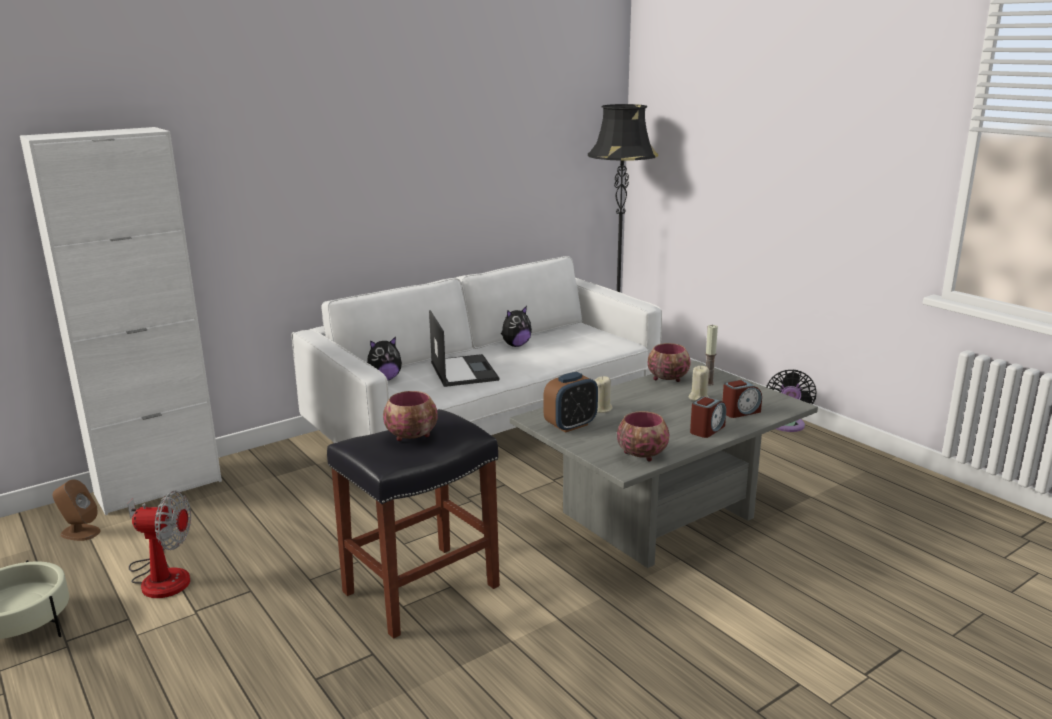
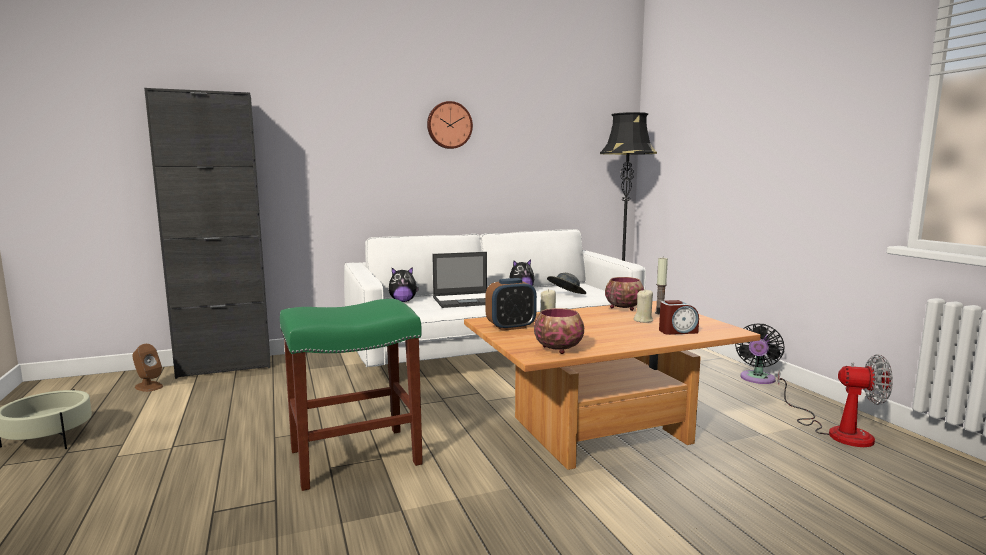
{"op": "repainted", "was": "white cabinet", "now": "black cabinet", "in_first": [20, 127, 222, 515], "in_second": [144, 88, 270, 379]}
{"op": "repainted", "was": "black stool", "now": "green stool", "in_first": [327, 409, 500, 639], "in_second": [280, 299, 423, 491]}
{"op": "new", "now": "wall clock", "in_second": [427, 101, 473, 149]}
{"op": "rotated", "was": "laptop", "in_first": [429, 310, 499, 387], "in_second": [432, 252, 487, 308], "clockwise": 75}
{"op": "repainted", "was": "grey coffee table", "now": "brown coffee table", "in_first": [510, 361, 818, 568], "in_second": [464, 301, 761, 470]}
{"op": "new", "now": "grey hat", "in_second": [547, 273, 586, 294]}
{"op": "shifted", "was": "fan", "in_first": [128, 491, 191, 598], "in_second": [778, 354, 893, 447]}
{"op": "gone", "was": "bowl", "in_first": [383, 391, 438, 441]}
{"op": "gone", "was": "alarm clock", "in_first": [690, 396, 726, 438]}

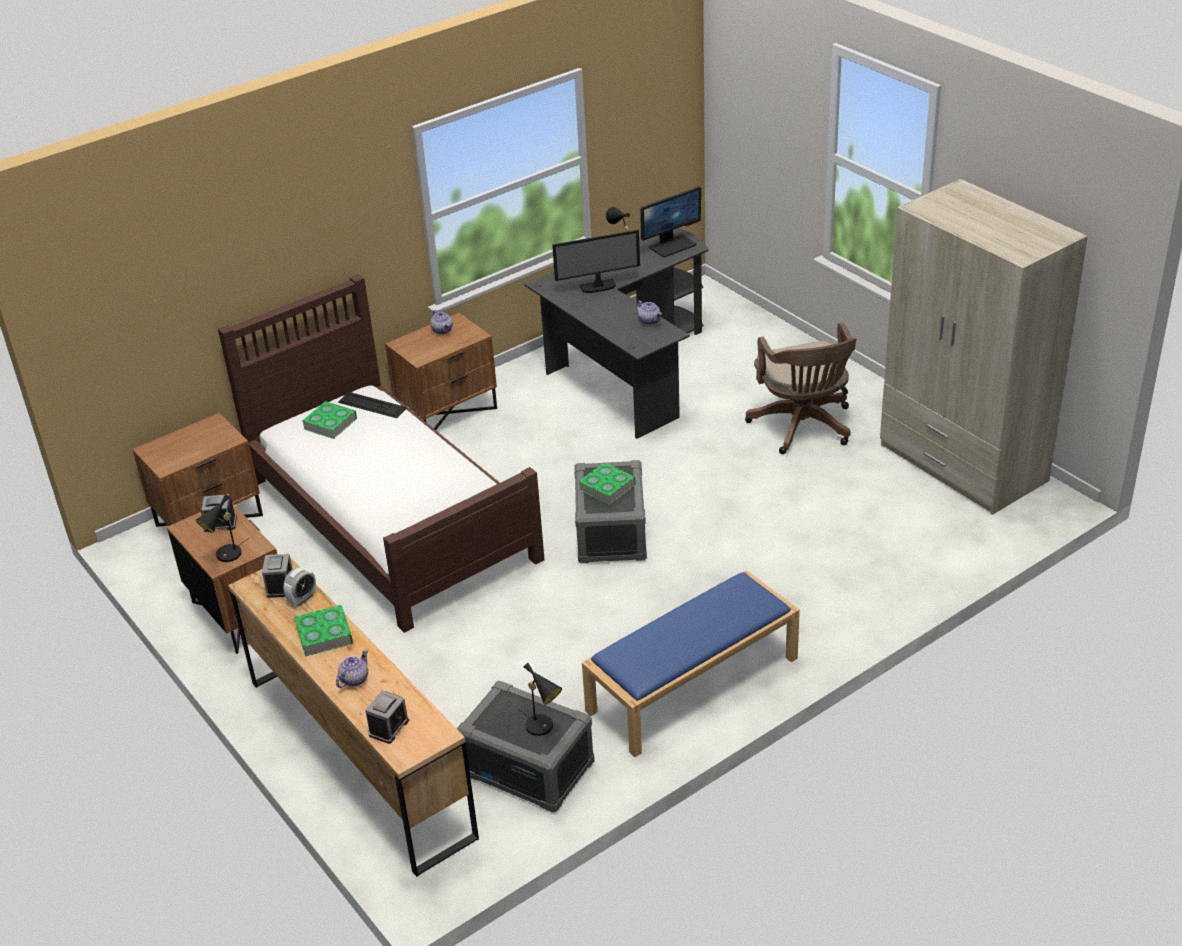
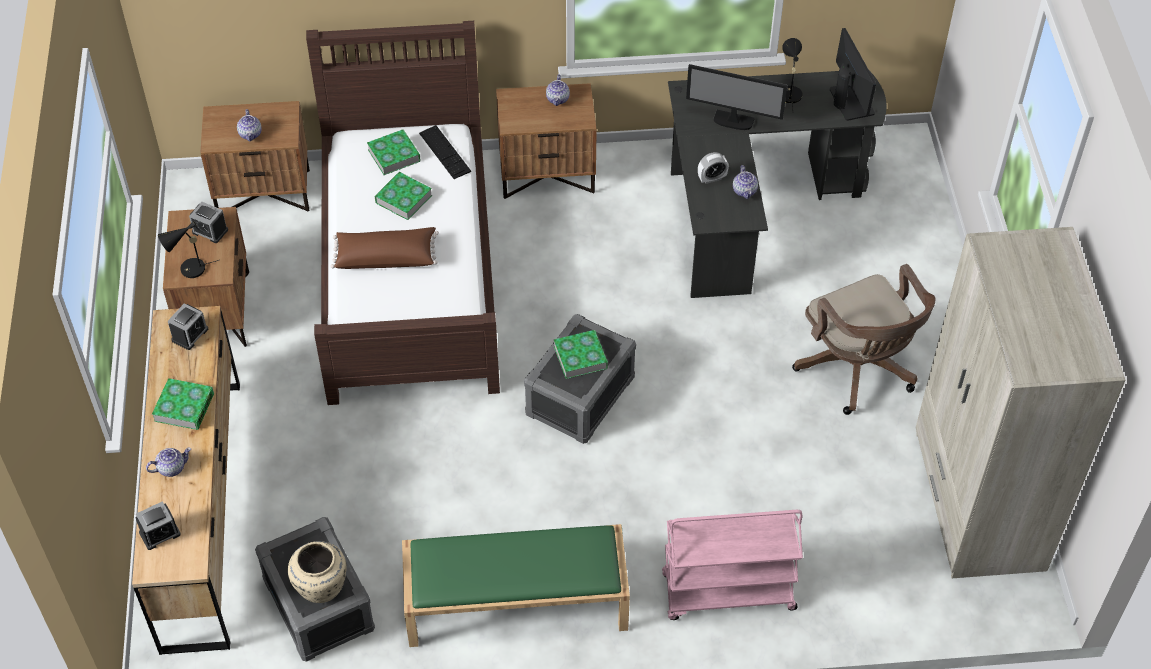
{"op": "new", "now": "teapot", "in_second": [237, 109, 262, 141]}
{"op": "swapped", "was": "black table lamp", "now": "beige vase", "in_first": [519, 663, 562, 736], "in_second": [288, 541, 347, 603]}
{"op": "new", "now": "brown pillow", "in_second": [330, 227, 439, 269]}
{"op": "new", "now": "book", "in_second": [375, 172, 432, 220]}
{"op": "repainted", "was": "blue bench", "now": "green bench", "in_first": [582, 570, 800, 757], "in_second": [402, 524, 630, 647]}
{"op": "new", "now": "pink cart", "in_second": [662, 510, 803, 620]}
{"op": "shifted", "was": "alarm clock", "in_first": [283, 567, 316, 606], "in_second": [698, 152, 729, 184]}
{"op": "rotated", "was": "brown office chair", "in_first": [745, 322, 856, 454], "in_second": [792, 264, 935, 415], "clockwise": -45}
{"op": "rotated", "was": "monitor", "in_first": [640, 186, 701, 257], "in_second": [830, 28, 876, 121], "clockwise": -105}

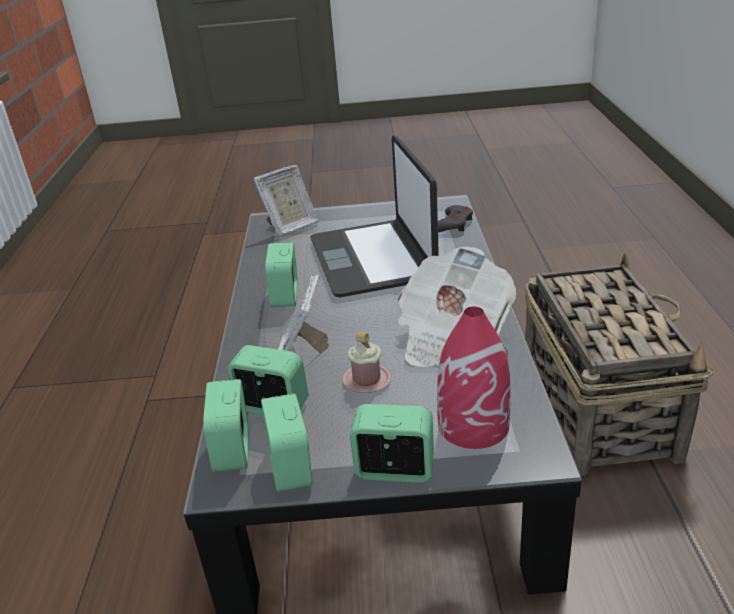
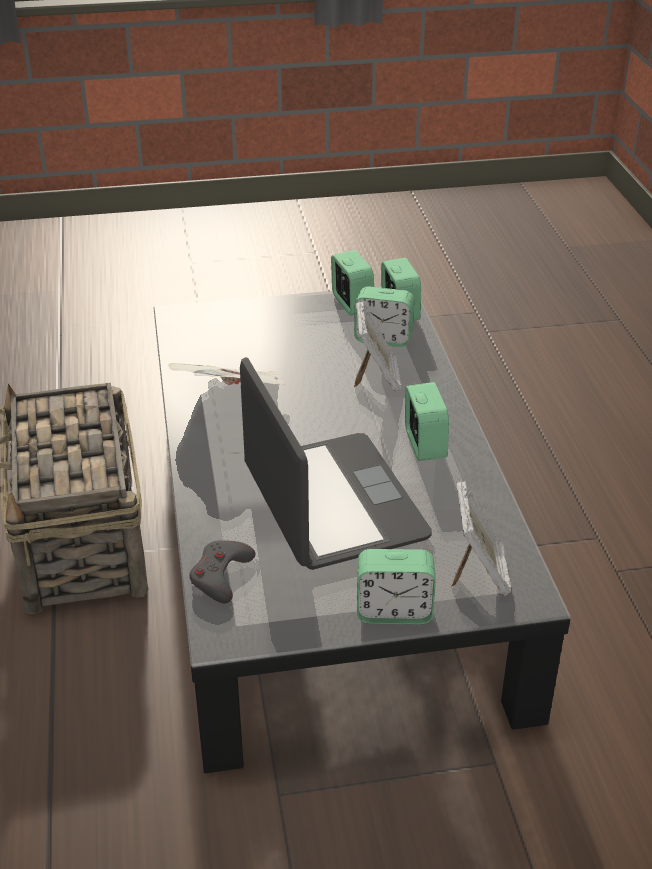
{"op": "shifted", "was": "alarm clock", "in_first": [350, 404, 434, 483], "in_second": [357, 549, 436, 624]}
{"op": "rotated", "was": "picture frame", "in_first": [253, 165, 318, 237], "in_second": [451, 481, 511, 596], "clockwise": 135}
{"op": "gone", "was": "pink mug", "in_first": [342, 332, 391, 393]}
{"op": "gone", "was": "red vase", "in_first": [437, 307, 511, 449]}

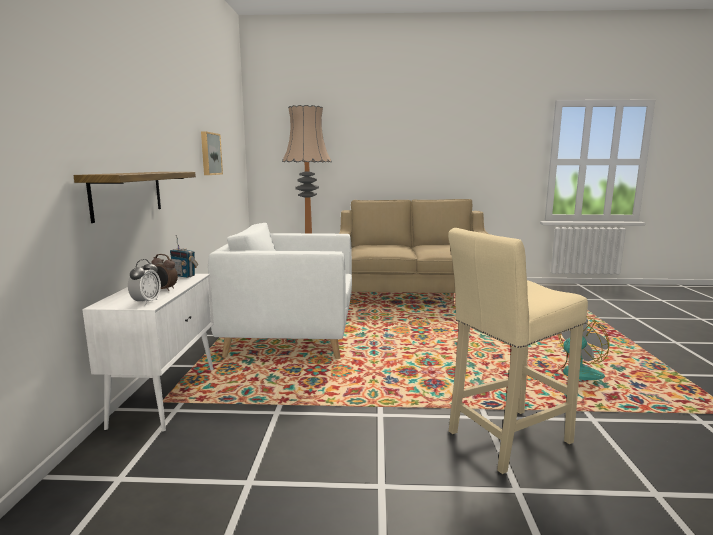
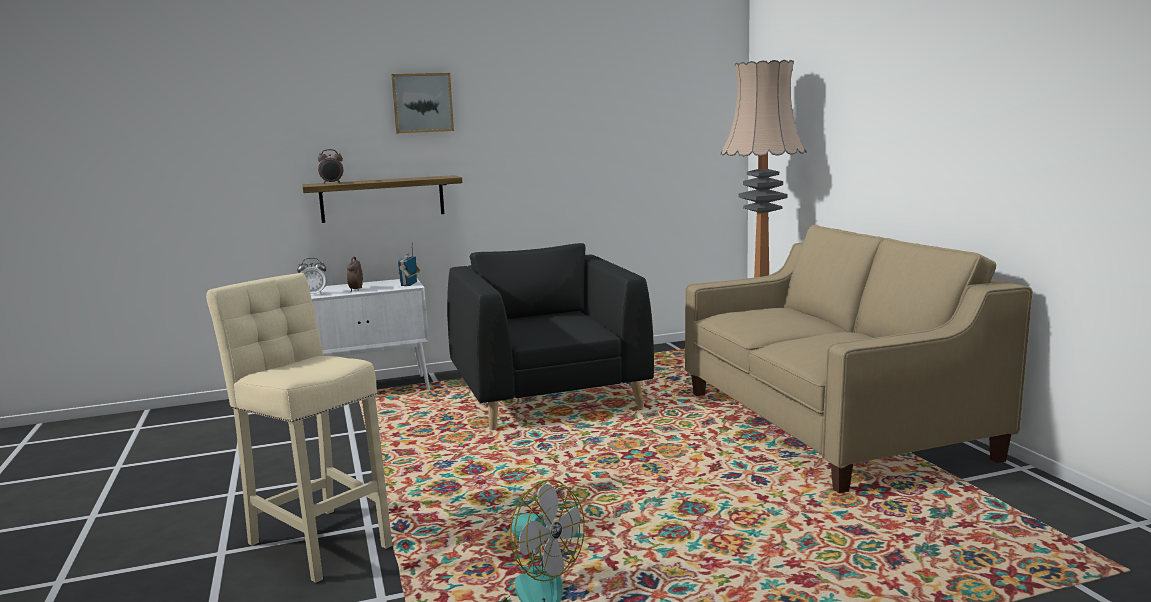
{"op": "new", "now": "alarm clock", "in_second": [318, 149, 344, 184]}
{"op": "shifted", "was": "picture", "in_first": [201, 131, 223, 175], "in_second": [391, 73, 454, 133]}
{"op": "repainted", "was": "white armchair", "now": "black armchair", "in_first": [208, 223, 352, 359], "in_second": [447, 243, 654, 430]}

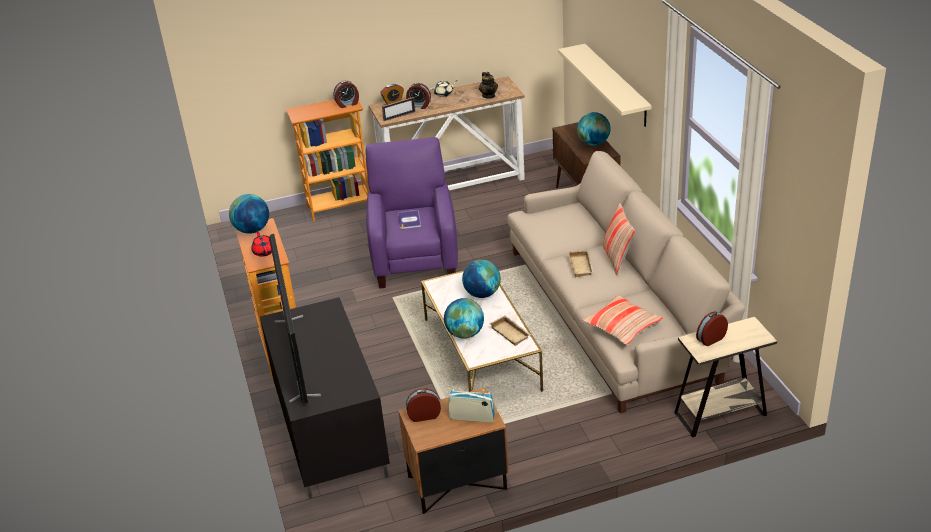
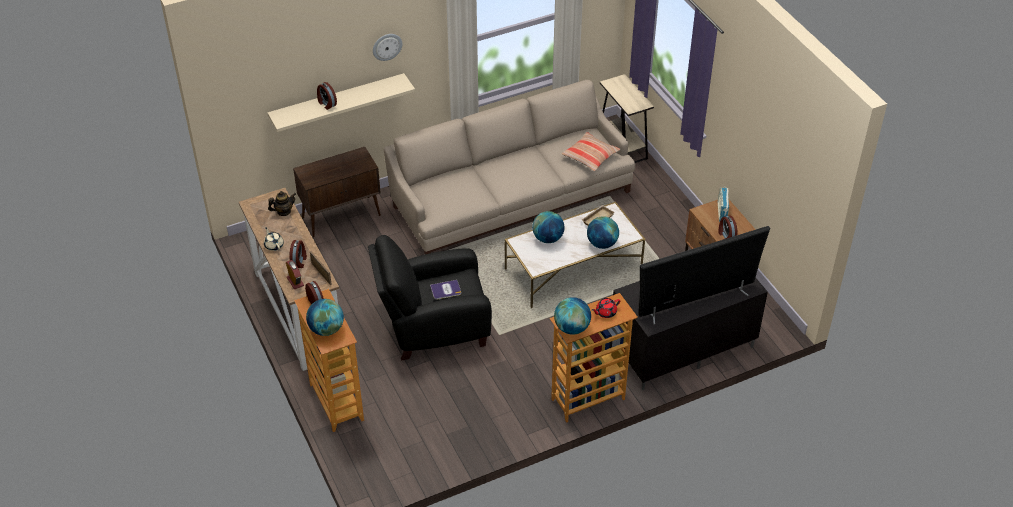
{"op": "shifted", "was": "globe", "in_first": [577, 112, 611, 146], "in_second": [306, 299, 344, 336]}
{"op": "shifted", "was": "alarm clock", "in_first": [696, 311, 728, 346], "in_second": [317, 82, 337, 110]}
{"op": "repainted", "was": "purple armchair", "now": "black armchair", "in_first": [366, 137, 458, 288], "in_second": [368, 235, 492, 361]}
{"op": "new", "now": "wall clock", "in_second": [373, 34, 402, 61]}
{"op": "gone", "was": "beige tray", "in_first": [568, 250, 594, 277]}
{"op": "gone", "was": "pillow", "in_first": [602, 202, 635, 275]}

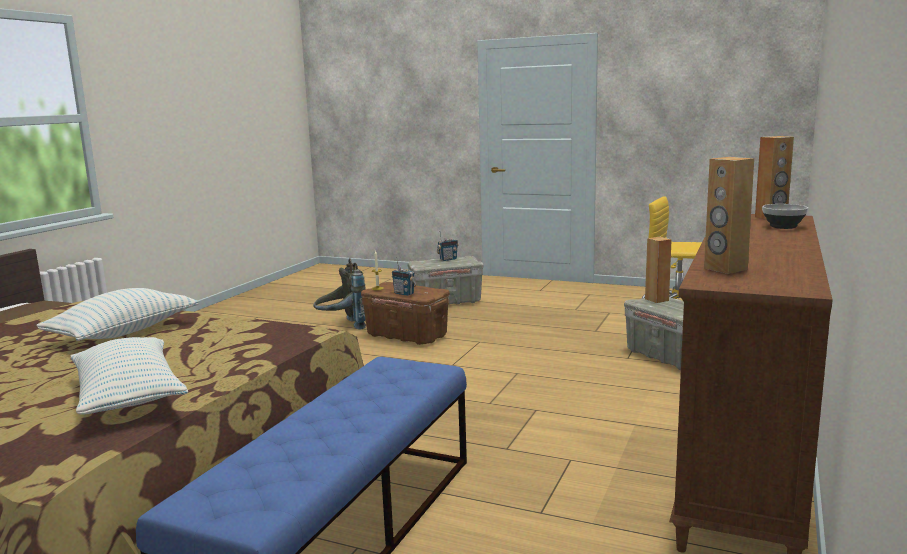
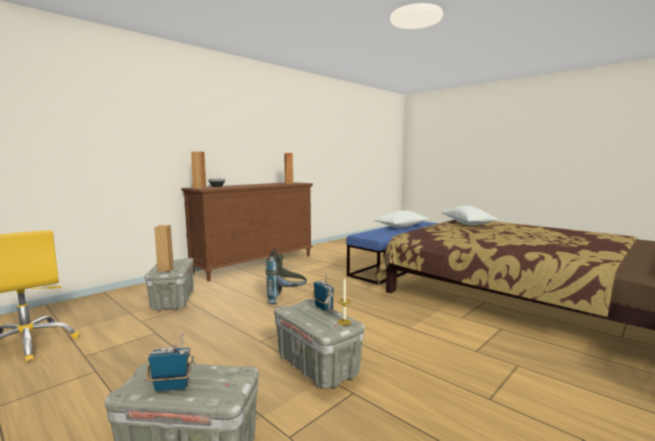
{"op": "shifted", "was": "grey backpack", "in_first": [313, 258, 366, 330], "in_second": [266, 247, 307, 304]}
{"op": "repainted", "was": "brown storage box", "now": "grey storage box", "in_first": [361, 282, 450, 345], "in_second": [274, 299, 365, 388]}
{"op": "shifted", "was": "pillow", "in_first": [36, 288, 199, 341], "in_second": [374, 210, 429, 228]}

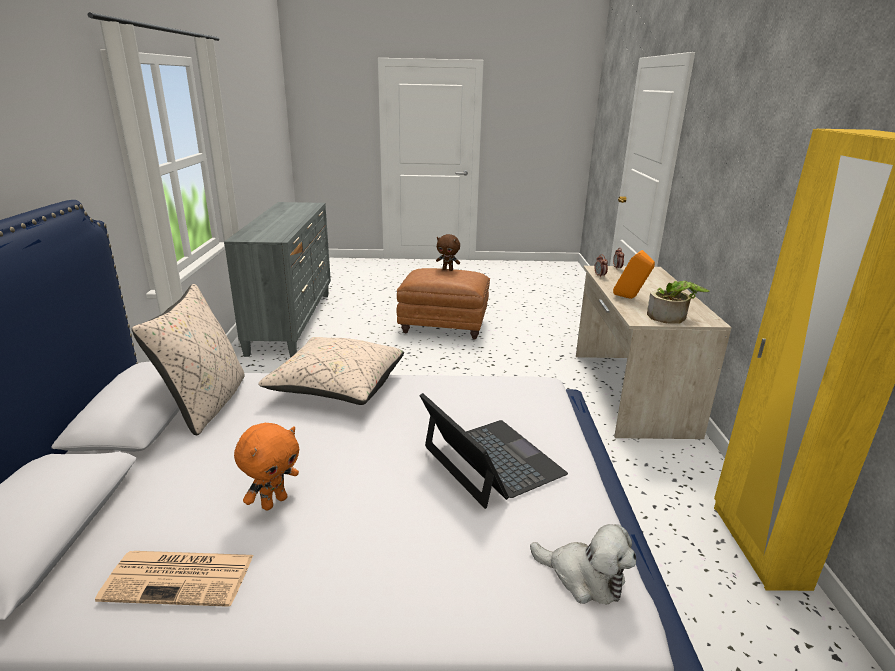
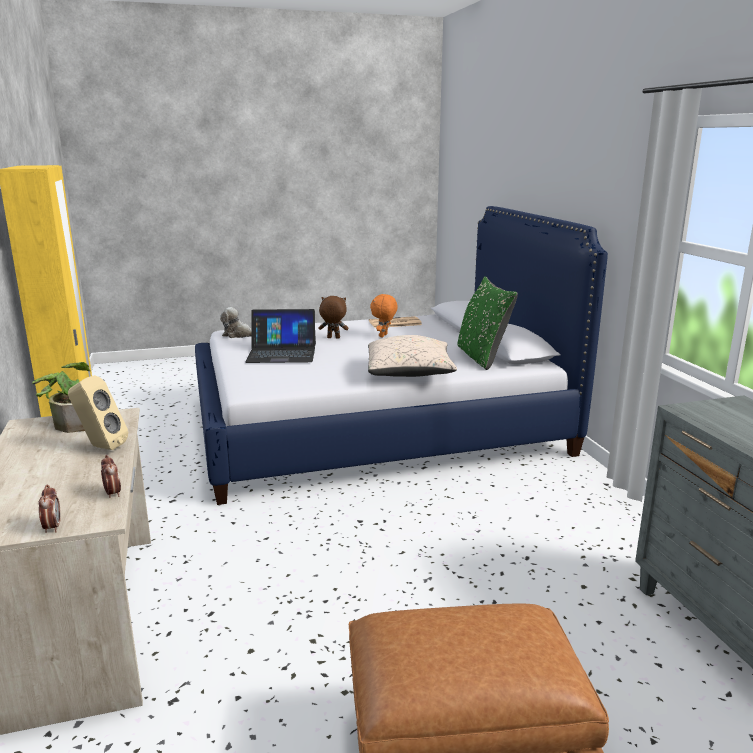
{"op": "repainted", "was": "orange speaker", "now": "beige speaker", "in_first": [613, 250, 655, 299], "in_second": [68, 375, 128, 450]}
{"op": "rotated", "was": "laptop", "in_first": [420, 393, 568, 509], "in_second": [245, 309, 316, 363], "clockwise": -45}
{"op": "shifted", "was": "brown plush toy", "in_first": [436, 234, 460, 271], "in_second": [319, 296, 348, 338]}
{"op": "repainted", "was": "beige pillow", "now": "green pillow", "in_first": [132, 284, 244, 435], "in_second": [457, 276, 518, 370]}

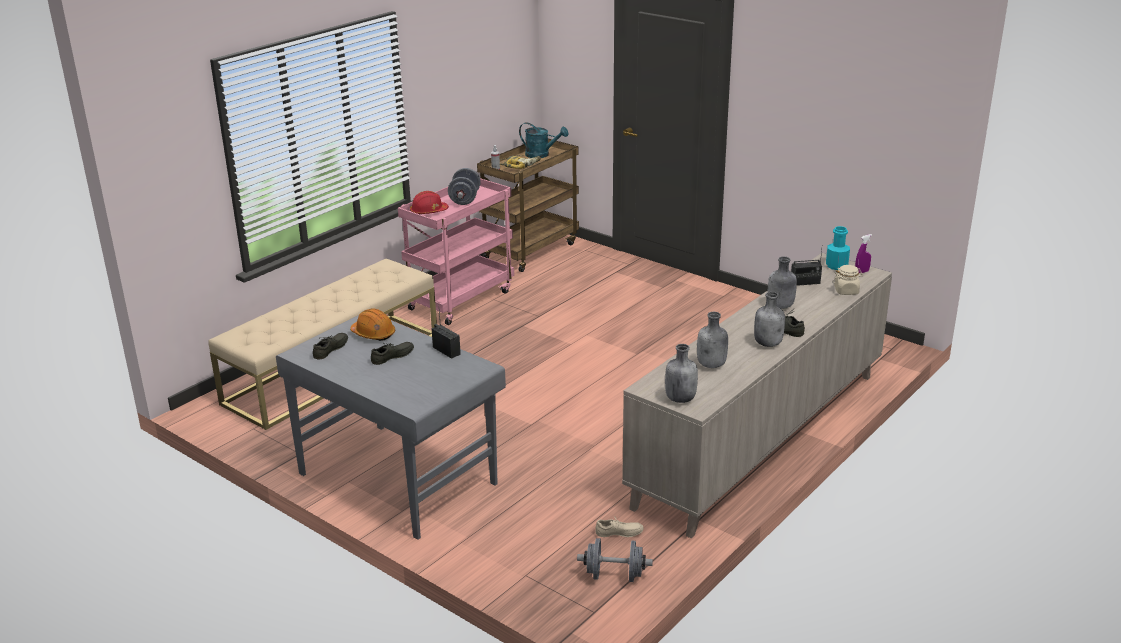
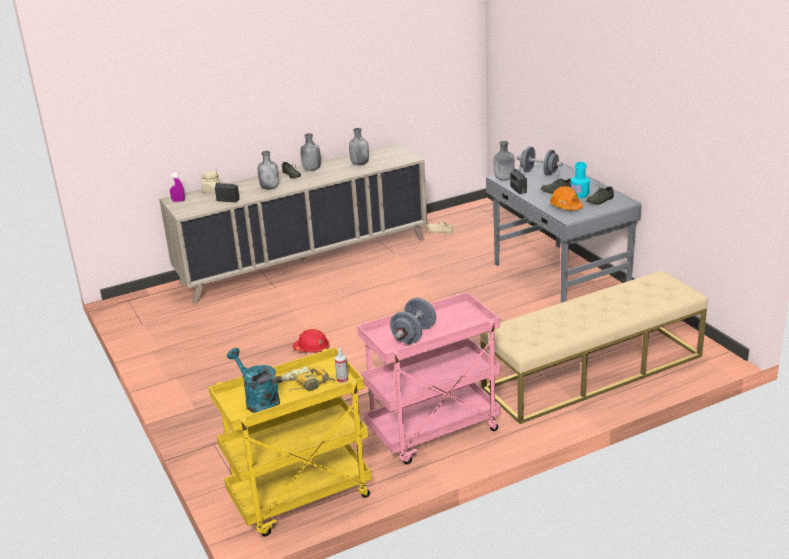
{"op": "repainted", "was": "brown cart", "now": "yellow cart", "in_first": [477, 139, 579, 272], "in_second": [208, 347, 372, 536]}
{"op": "shifted", "was": "red hard hat", "in_first": [410, 191, 449, 214], "in_second": [293, 329, 330, 352]}
{"op": "shifted", "was": "grey bottle", "in_first": [665, 344, 698, 403], "in_second": [494, 141, 515, 180]}
{"op": "shifted", "was": "grey dumbbell", "in_first": [577, 538, 653, 582], "in_second": [517, 147, 563, 176]}
{"op": "shifted", "was": "turquoise bottle", "in_first": [826, 226, 850, 270], "in_second": [570, 162, 590, 198]}

